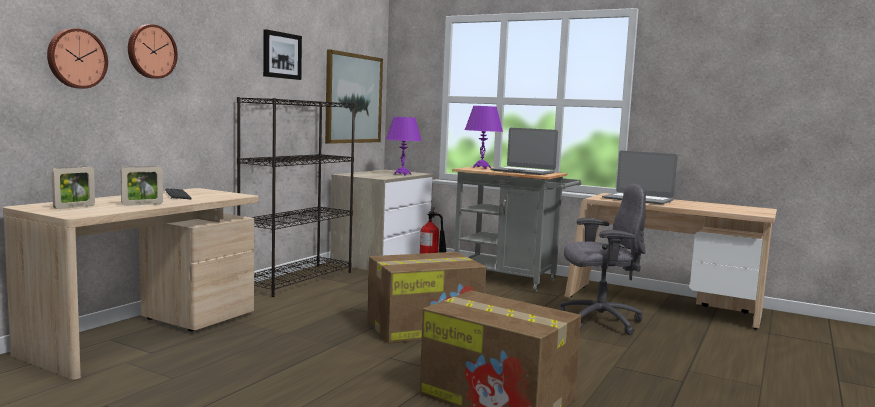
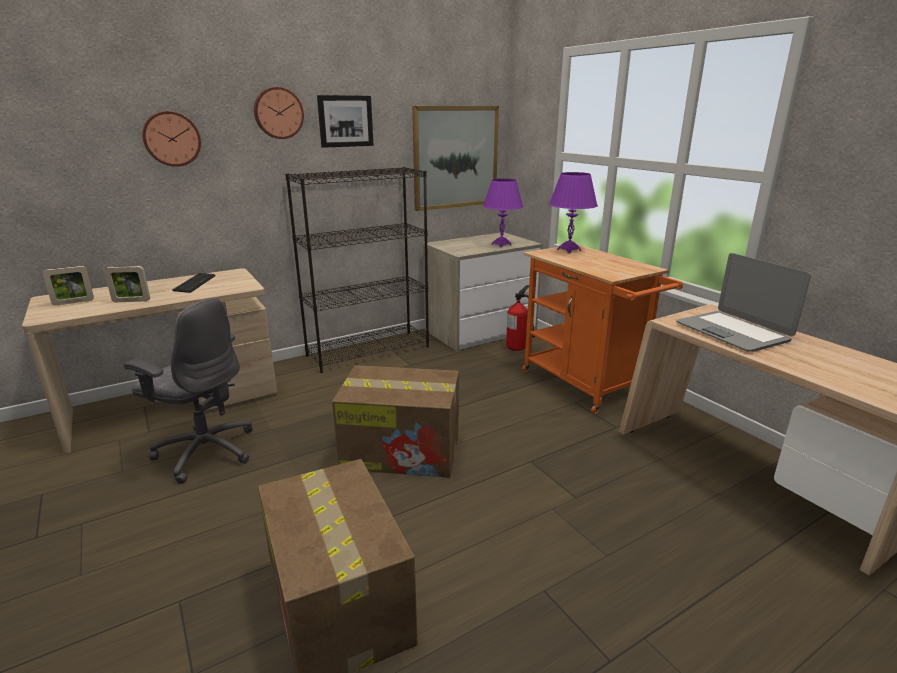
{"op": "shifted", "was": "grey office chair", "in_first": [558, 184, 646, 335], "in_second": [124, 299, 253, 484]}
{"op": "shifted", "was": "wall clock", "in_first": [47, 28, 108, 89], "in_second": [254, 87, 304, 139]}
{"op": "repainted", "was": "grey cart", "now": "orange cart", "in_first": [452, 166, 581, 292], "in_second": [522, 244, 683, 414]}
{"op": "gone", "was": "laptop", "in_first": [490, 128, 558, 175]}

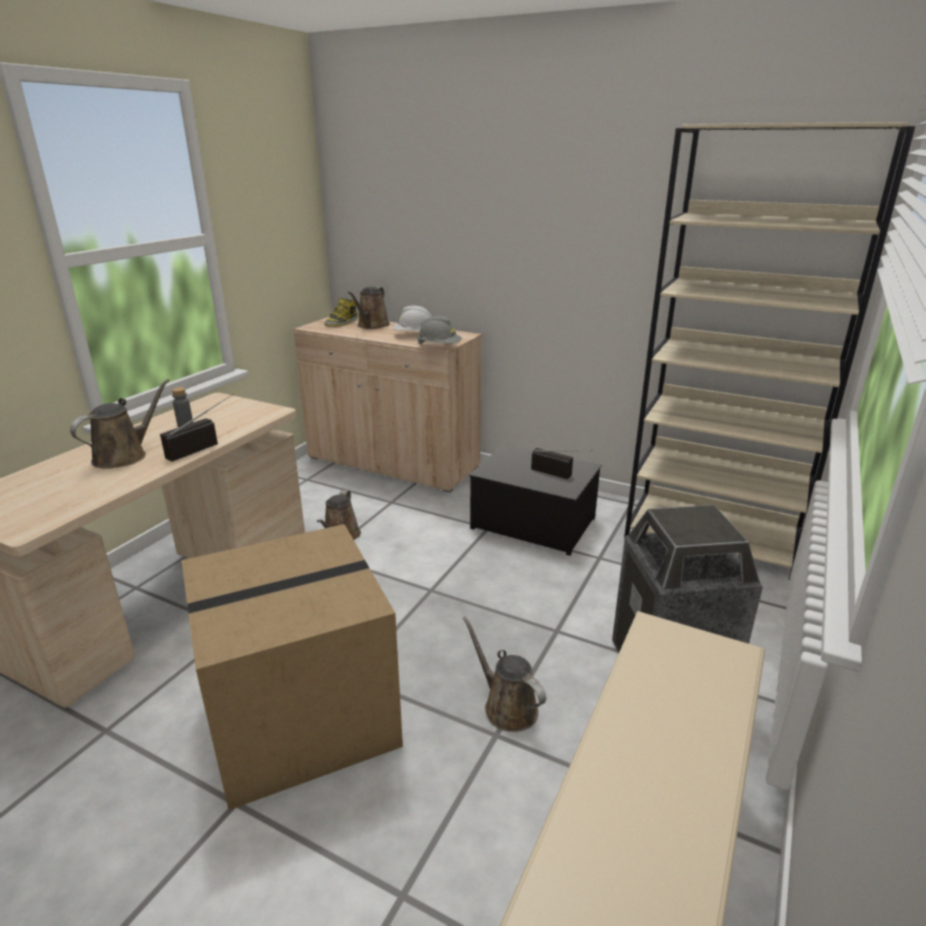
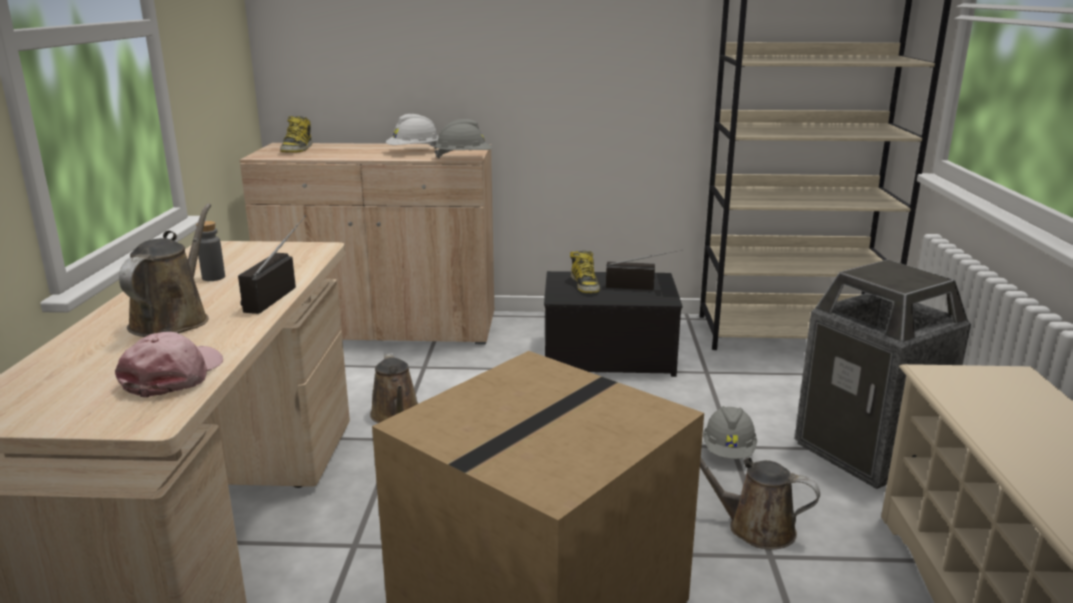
{"op": "new", "now": "pink cap", "in_second": [115, 332, 223, 398]}
{"op": "new", "now": "boot", "in_second": [570, 250, 600, 293]}
{"op": "new", "now": "grey hard hat", "in_second": [703, 406, 757, 459]}
{"op": "gone", "was": "brown watering can", "in_first": [348, 287, 390, 329]}

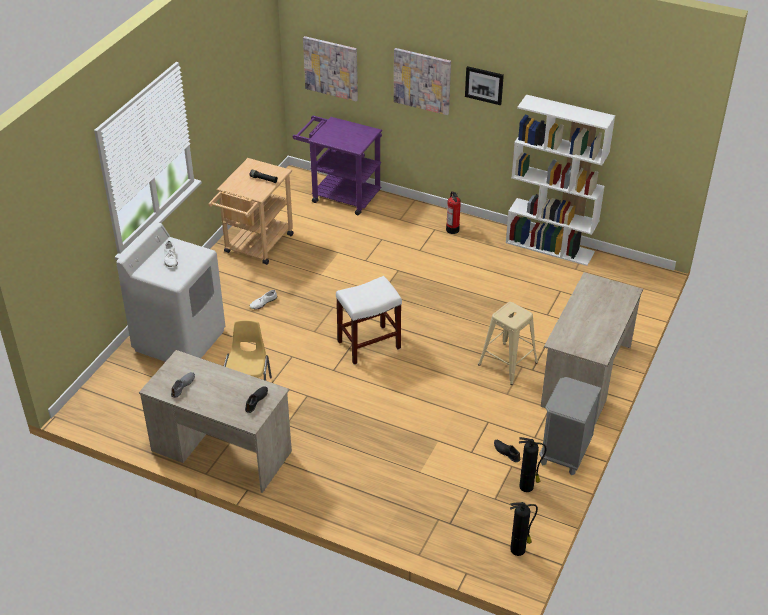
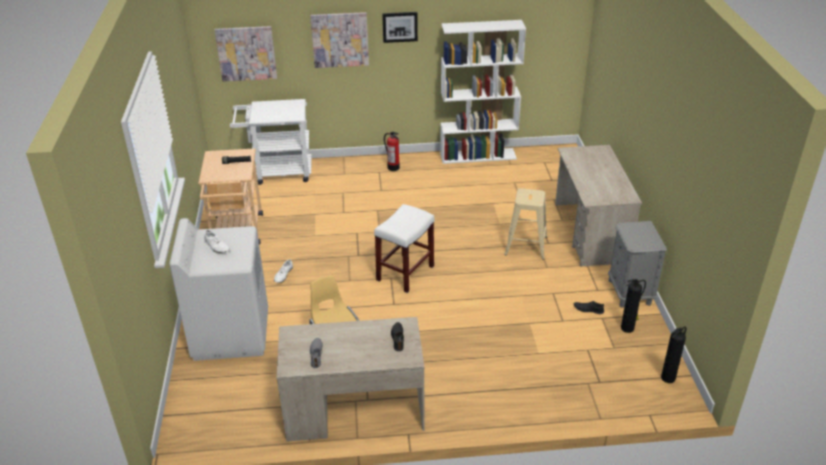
{"op": "repainted", "was": "purple cart", "now": "white cart", "in_first": [293, 116, 382, 215], "in_second": [230, 99, 311, 185]}

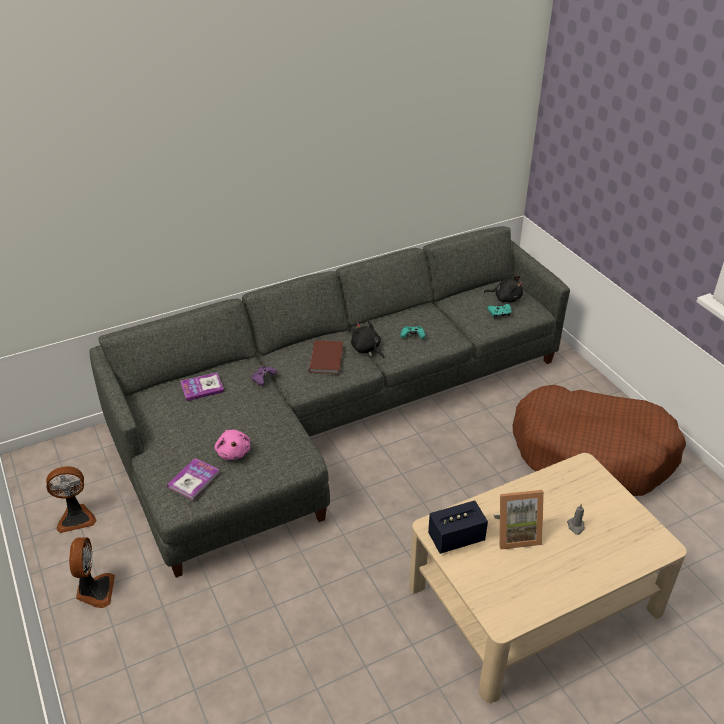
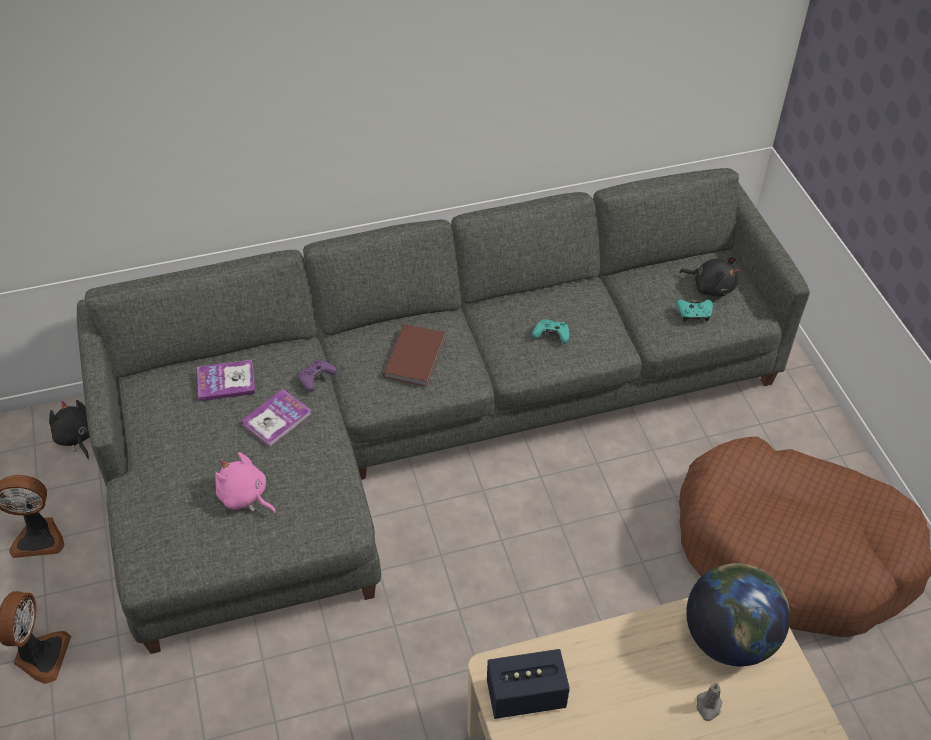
{"op": "shifted", "was": "black plush toy", "in_first": [351, 320, 384, 359], "in_second": [49, 400, 90, 459]}
{"op": "rotated", "was": "pink plush toy", "in_first": [215, 430, 250, 460], "in_second": [215, 452, 276, 514], "clockwise": 135}
{"op": "shifted", "was": "book", "in_first": [167, 458, 220, 500], "in_second": [241, 389, 312, 447]}
{"op": "new", "now": "globe", "in_second": [686, 563, 790, 666]}
{"op": "gone", "was": "picture frame", "in_first": [493, 490, 544, 550]}

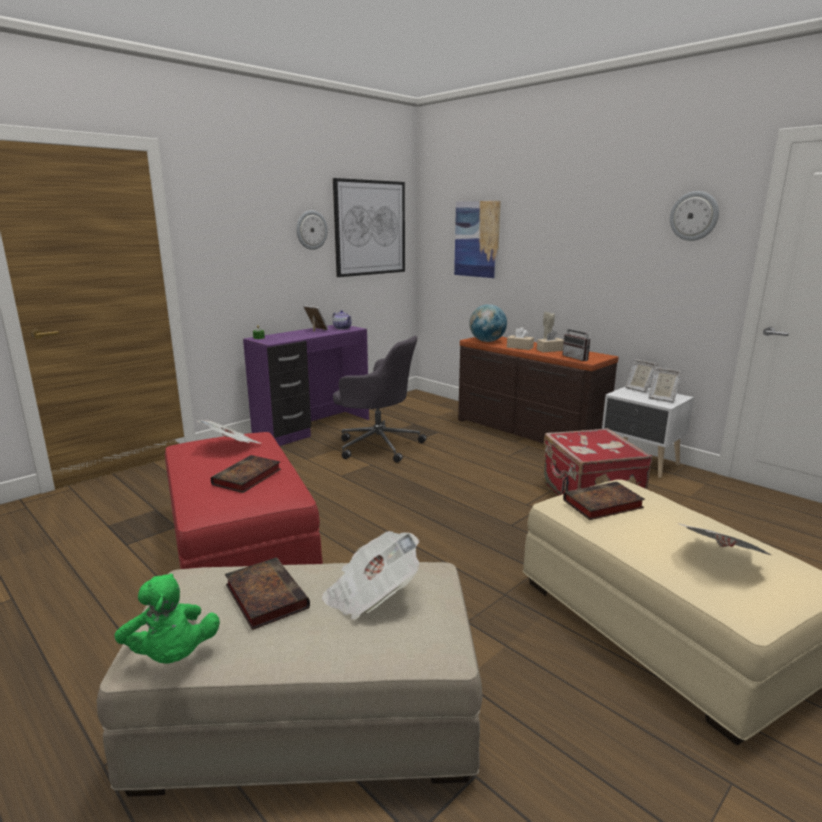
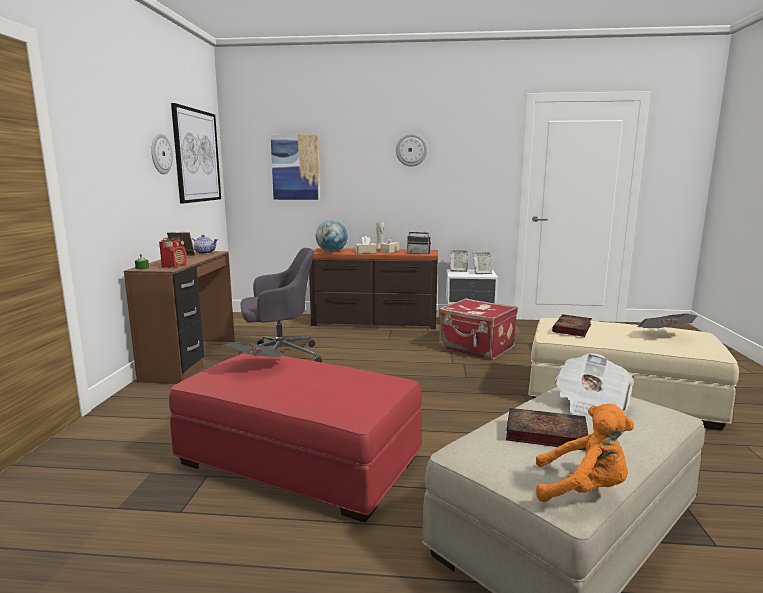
{"op": "repainted", "was": "purple desk", "now": "brown desk", "in_first": [243, 325, 369, 446], "in_second": [124, 251, 235, 384]}
{"op": "new", "now": "radio", "in_second": [159, 237, 187, 268]}
{"op": "shifted", "was": "wall clock", "in_first": [670, 191, 719, 241], "in_second": [396, 134, 428, 167]}
{"op": "repainted", "was": "green plush toy", "now": "orange plush toy", "in_first": [114, 573, 220, 664], "in_second": [536, 404, 634, 502]}
{"op": "gone", "was": "book", "in_first": [211, 455, 281, 493]}

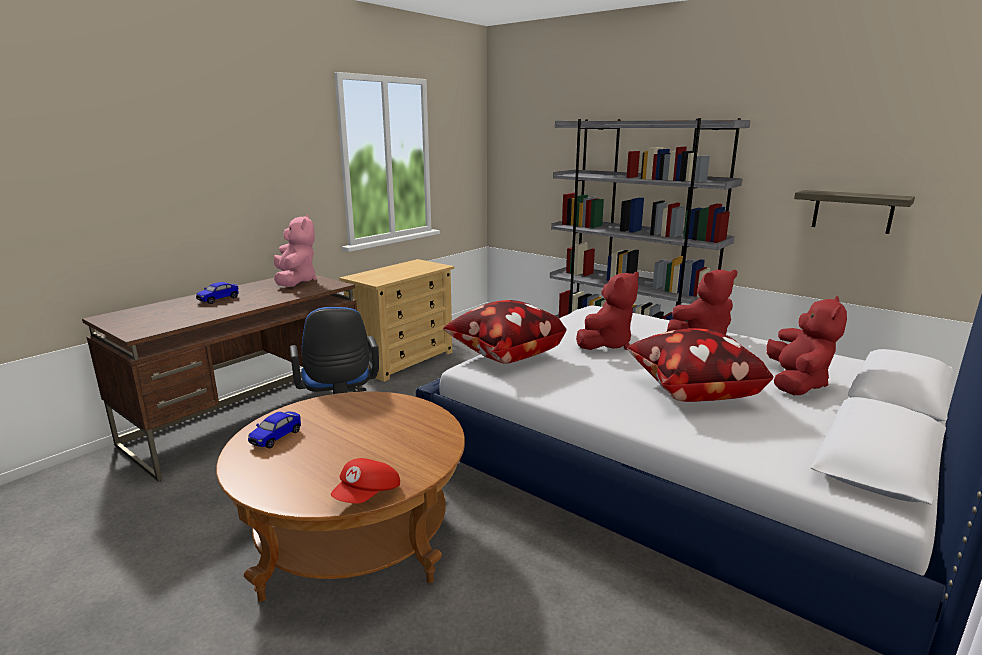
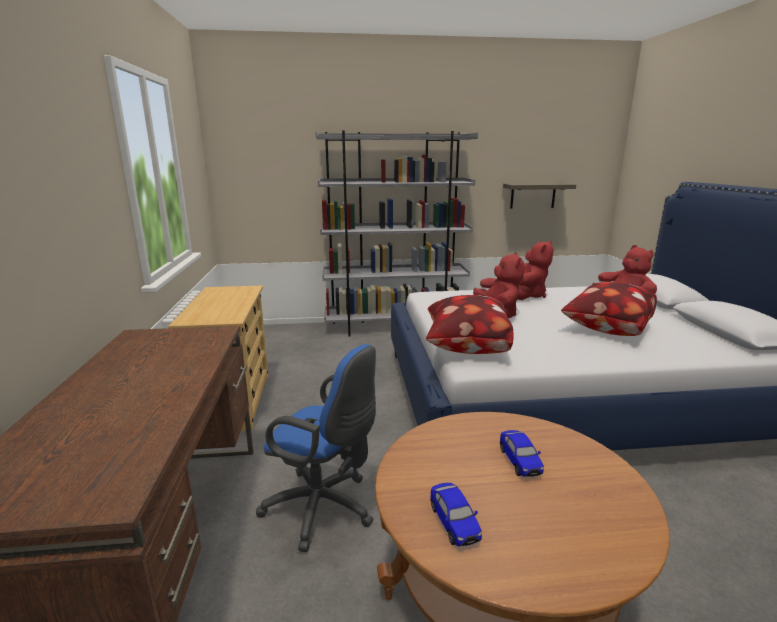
{"op": "shifted", "was": "toy car", "in_first": [196, 282, 239, 304], "in_second": [500, 430, 544, 477]}
{"op": "gone", "was": "pink plush toy", "in_first": [274, 215, 317, 287]}
{"op": "gone", "was": "red cap", "in_first": [331, 458, 400, 504]}

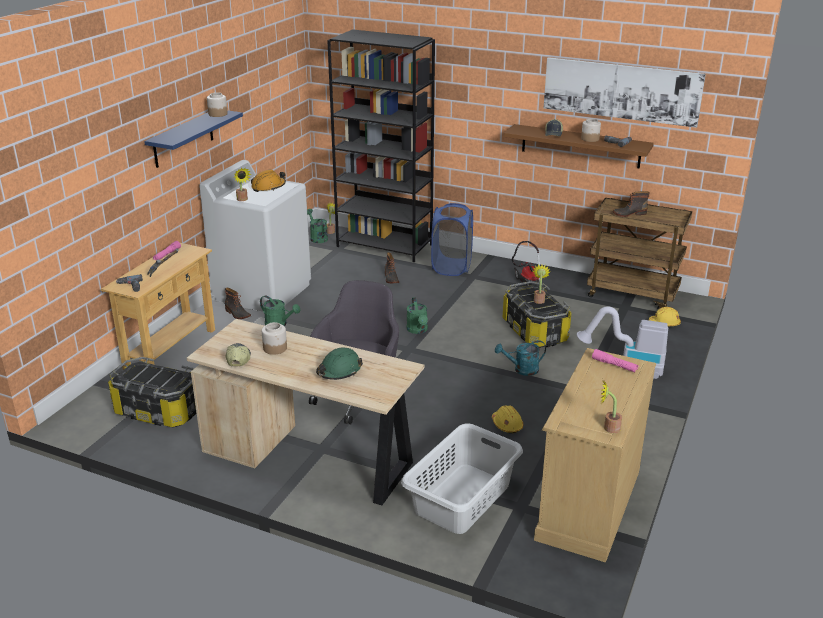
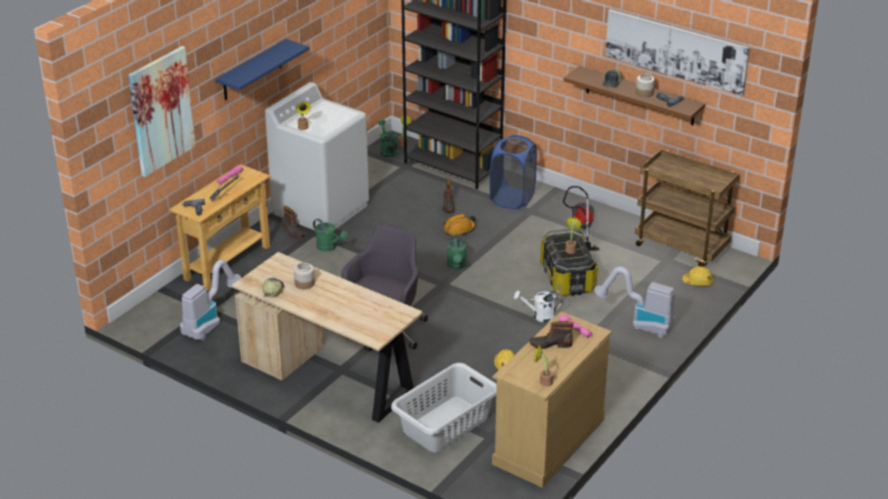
{"op": "new", "now": "picture", "in_second": [128, 46, 196, 177]}
{"op": "swapped", "was": "storage box", "now": "vacuum cleaner", "in_first": [108, 357, 196, 428], "in_second": [180, 259, 241, 340]}
{"op": "shifted", "was": "orange hard hat", "in_first": [251, 169, 286, 192], "in_second": [443, 214, 476, 236]}
{"op": "repainted", "was": "turquoise watering can", "now": "white watering can", "in_first": [495, 340, 546, 376], "in_second": [514, 291, 562, 323]}
{"op": "shifted", "was": "boot", "in_first": [613, 191, 650, 217], "in_second": [530, 321, 574, 349]}
{"op": "gone", "was": "jar", "in_first": [207, 92, 228, 117]}
{"op": "gone", "was": "green hard hat", "in_first": [316, 347, 363, 380]}

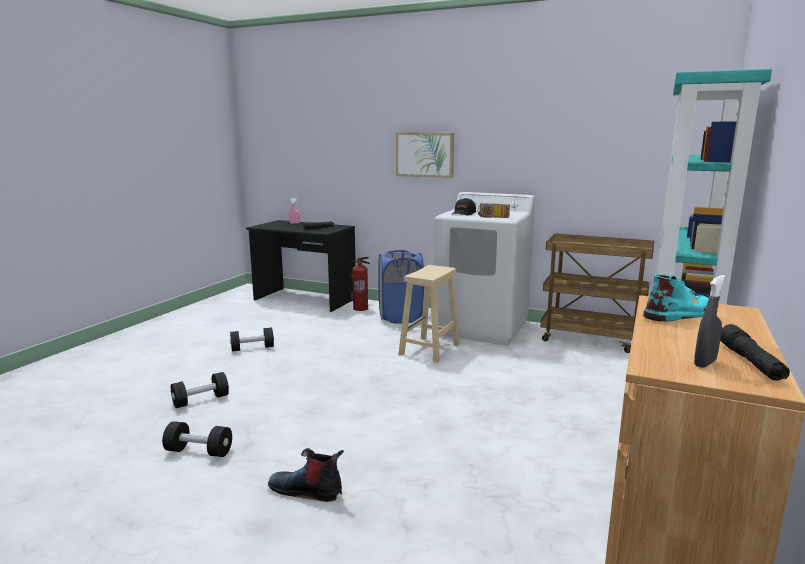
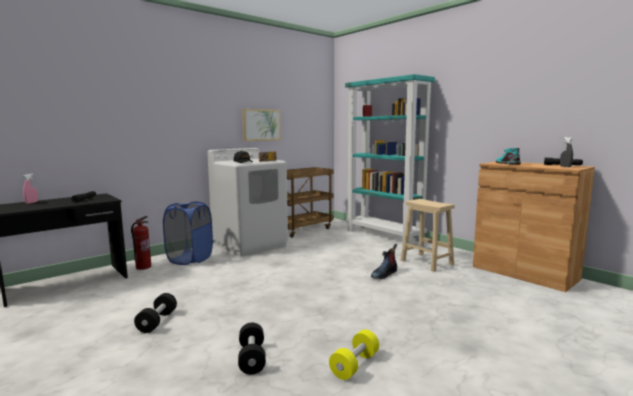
{"op": "shifted", "was": "picture", "in_first": [396, 132, 454, 178], "in_second": [242, 109, 281, 141]}
{"op": "repainted", "was": "black dumbbell", "now": "yellow dumbbell", "in_first": [162, 421, 232, 457], "in_second": [329, 329, 379, 380]}
{"op": "shifted", "was": "boot", "in_first": [268, 448, 344, 502], "in_second": [371, 244, 397, 279]}
{"op": "shifted", "was": "beige stool", "in_first": [399, 265, 460, 363], "in_second": [401, 199, 455, 272]}

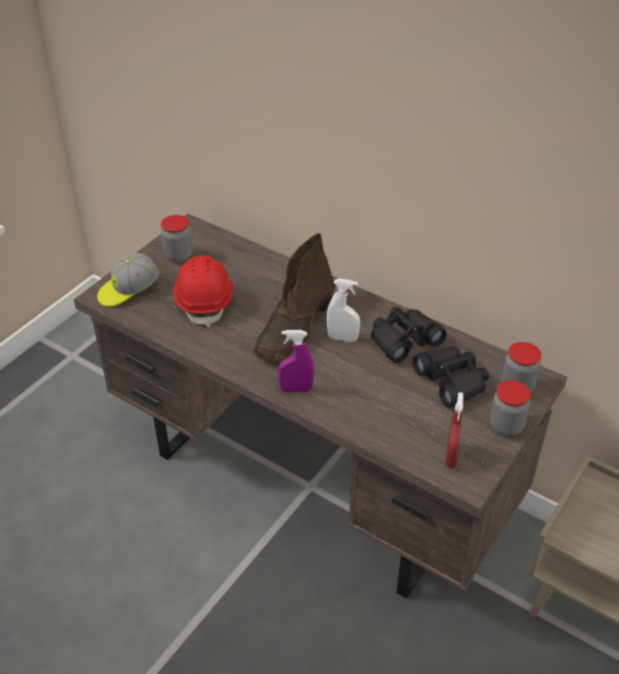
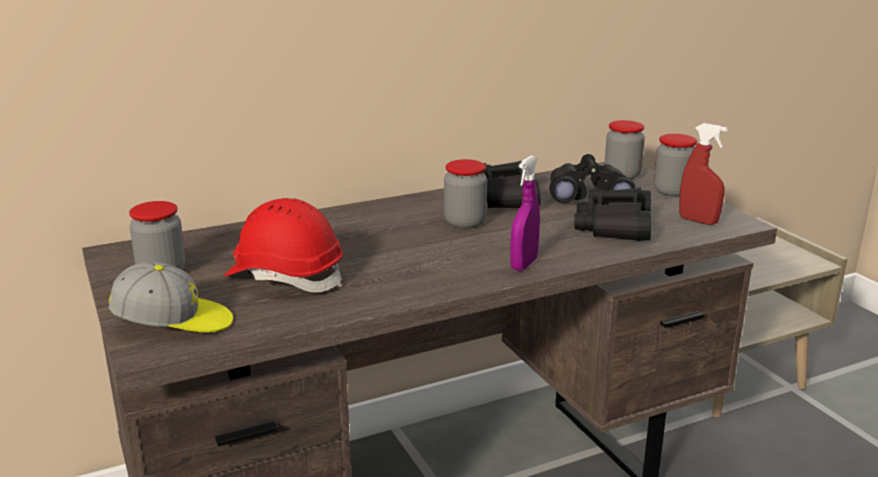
{"op": "rotated", "was": "cap", "in_first": [97, 253, 159, 307], "in_second": [109, 262, 233, 332], "clockwise": -90}
{"op": "swapped", "was": "white spray bottle", "now": "jar", "in_first": [327, 279, 360, 342], "in_second": [444, 159, 487, 229]}
{"op": "new", "now": "black binoculars", "in_second": [574, 187, 651, 241]}
{"op": "gone", "was": "brown boot", "in_first": [254, 233, 335, 362]}

